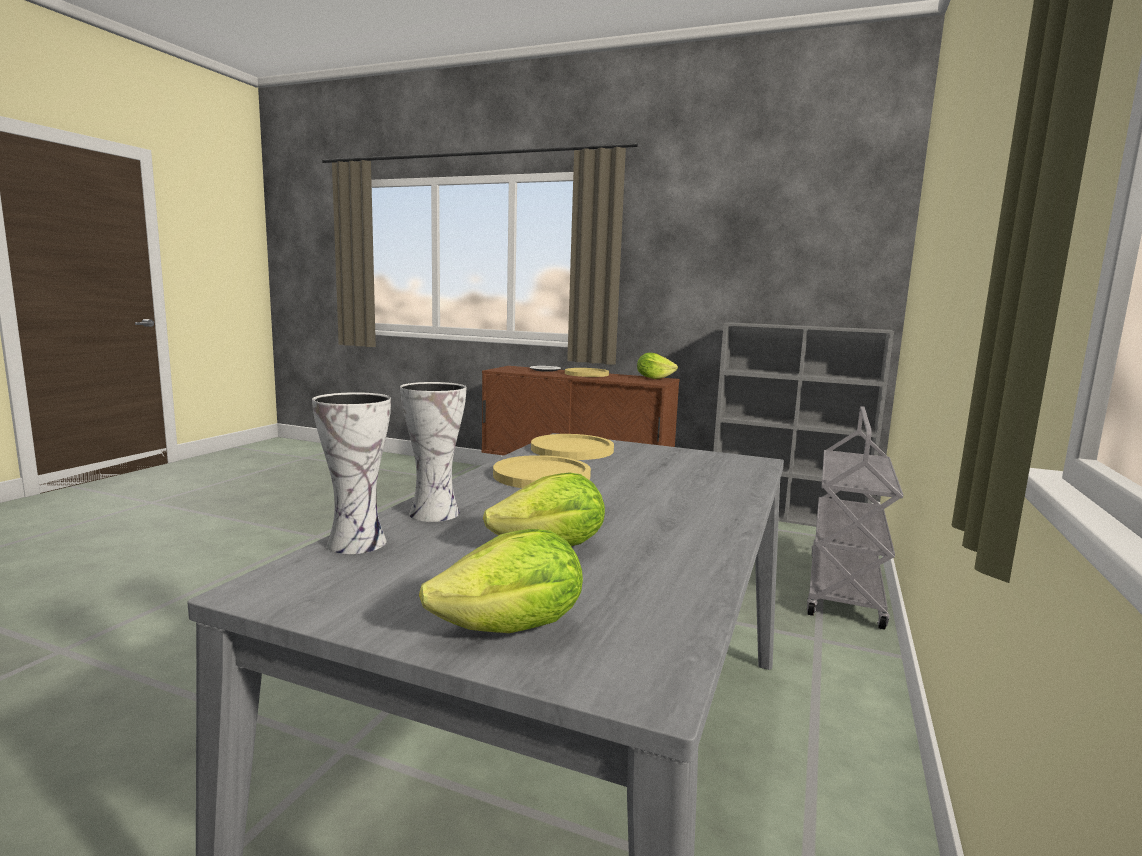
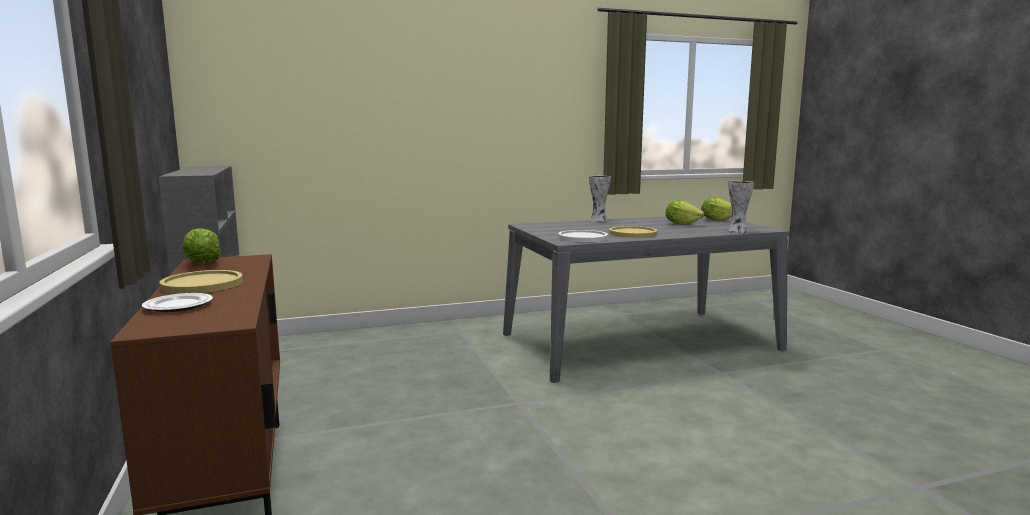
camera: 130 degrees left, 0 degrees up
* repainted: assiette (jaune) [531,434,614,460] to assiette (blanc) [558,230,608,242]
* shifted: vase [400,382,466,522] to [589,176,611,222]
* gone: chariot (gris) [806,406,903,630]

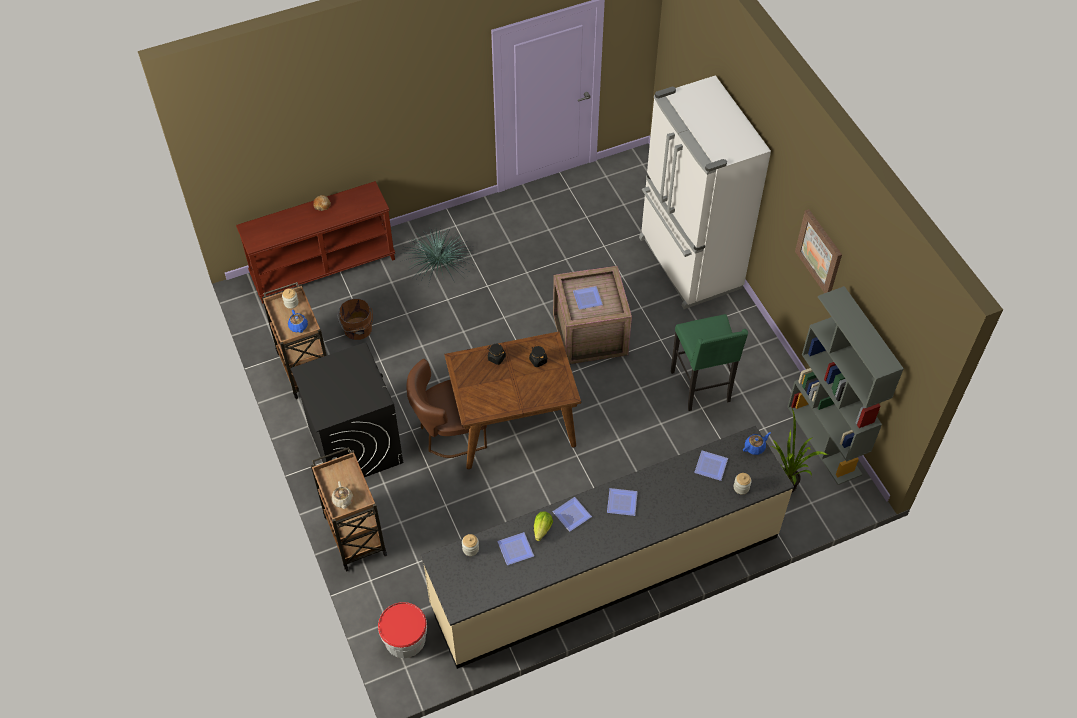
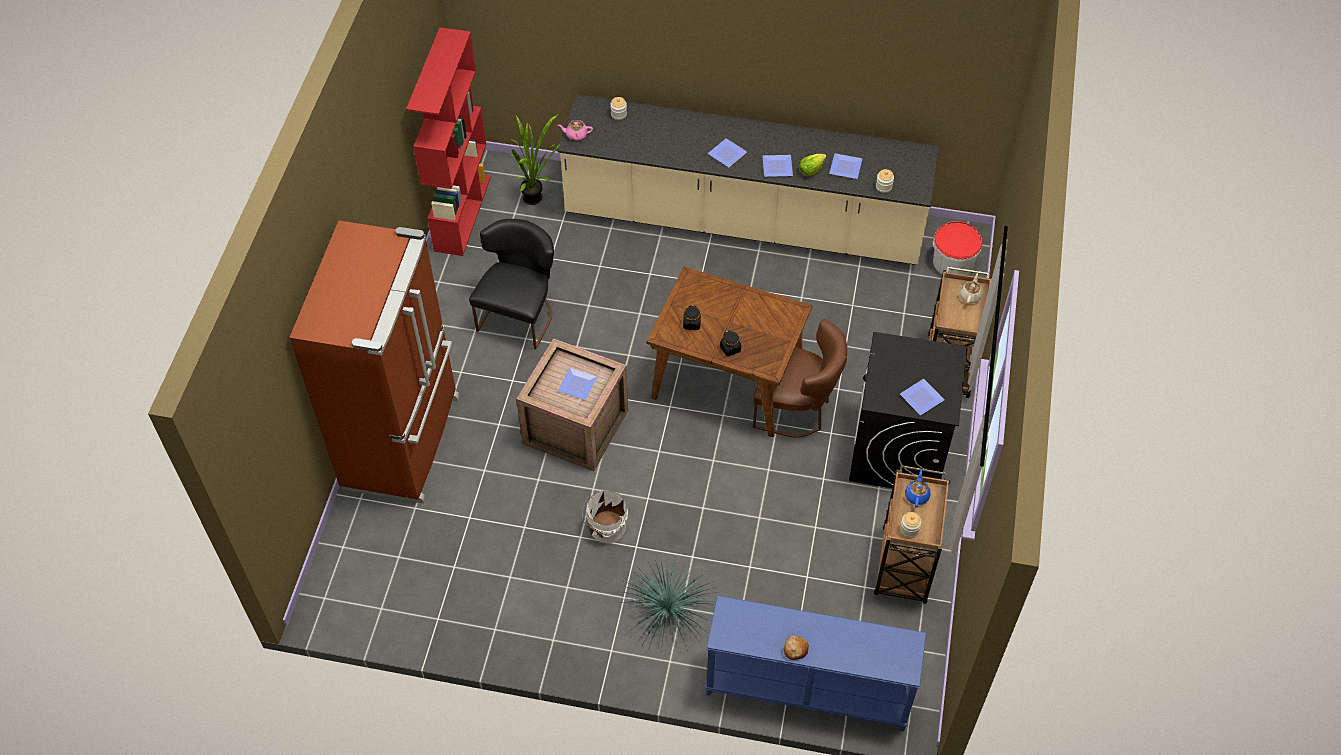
camera: 145 degrees left, 0 degrees up
* repainted: réfrigérateur (blanc) [639,75,771,309] to réfrigérateur (marron) [289,221,460,504]
* repainted: bibliothèque (gris) [787,286,904,485] to bibliothèque (rouge) [406,27,491,256]
* swapped: tabouret (vert) [671,314,748,411] to chaise (noir) [469,219,554,350]
* repainted: théière (bleu) [743,432,771,455] to théière (rose) [558,120,593,141]
* new: seau (blanc) [582,490,628,544]
* repainted: table console (marron) [236,181,395,304] to table console (bleu) [705,596,926,731]
* shifted: assiette [694,451,728,481] to [900,379,945,415]
* gone: seau (marron) [338,299,373,340]
* gone: tableau [795,209,842,293]

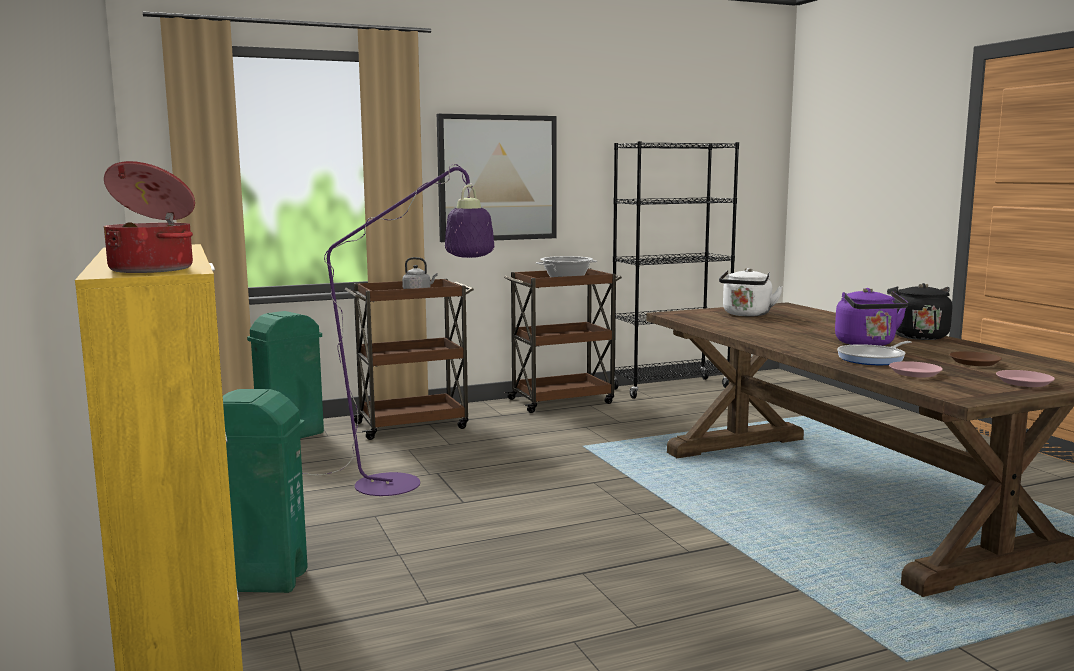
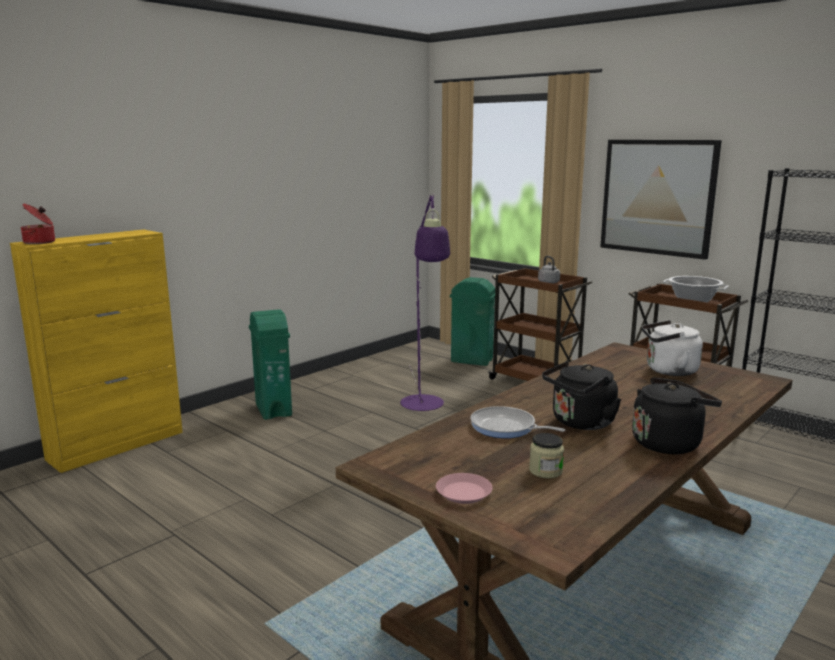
camera: 65 degrees right, 5 degrees up
* swapped: assiette (marron) [950,351,1002,366] to bocal [529,433,564,478]
* repainted: bouilloire (violet) [835,288,908,346] to bouilloire (noir) [542,361,621,430]
* gone: assiette (rose) [889,361,943,377]

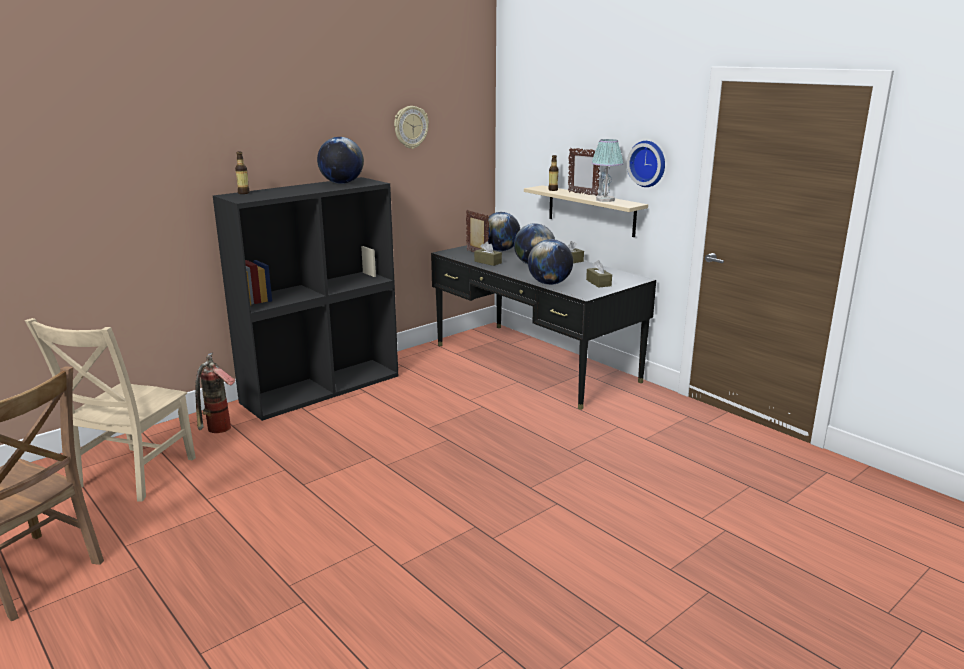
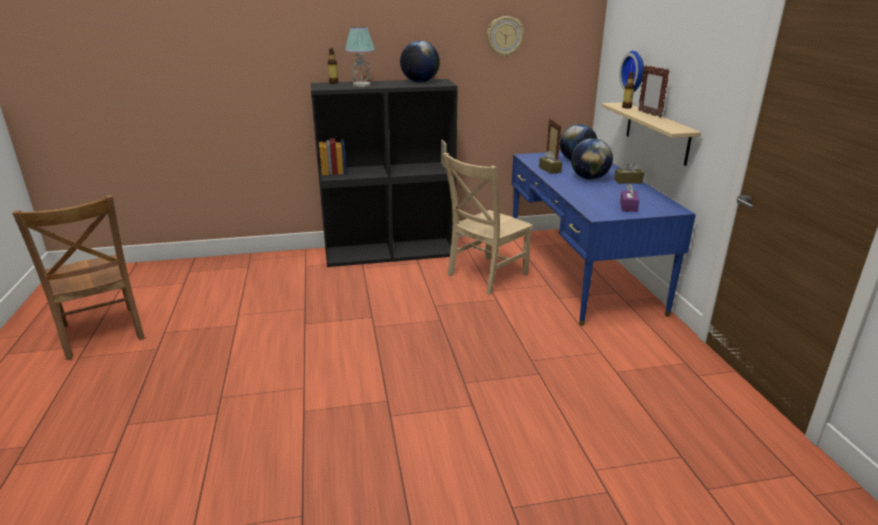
camera: 30 degrees right, 5 degrees up
* shifted: lampe de table [591,139,624,202] to [345,27,375,87]
* shifted: chaise (beige) [25,318,196,502] to [442,153,533,294]
* repainted: bureau (noir) [431,245,656,410] to bureau (bleu) [512,152,696,326]
* shifted: horloge murale [627,141,665,187] to [619,51,644,92]
* repainted: boîte à mouchoirs (marron) [586,260,612,288] to boîte à mouchoirs (violet) [620,183,639,212]
* gone: extincteur [195,352,236,433]
* gone: globe [528,239,573,285]

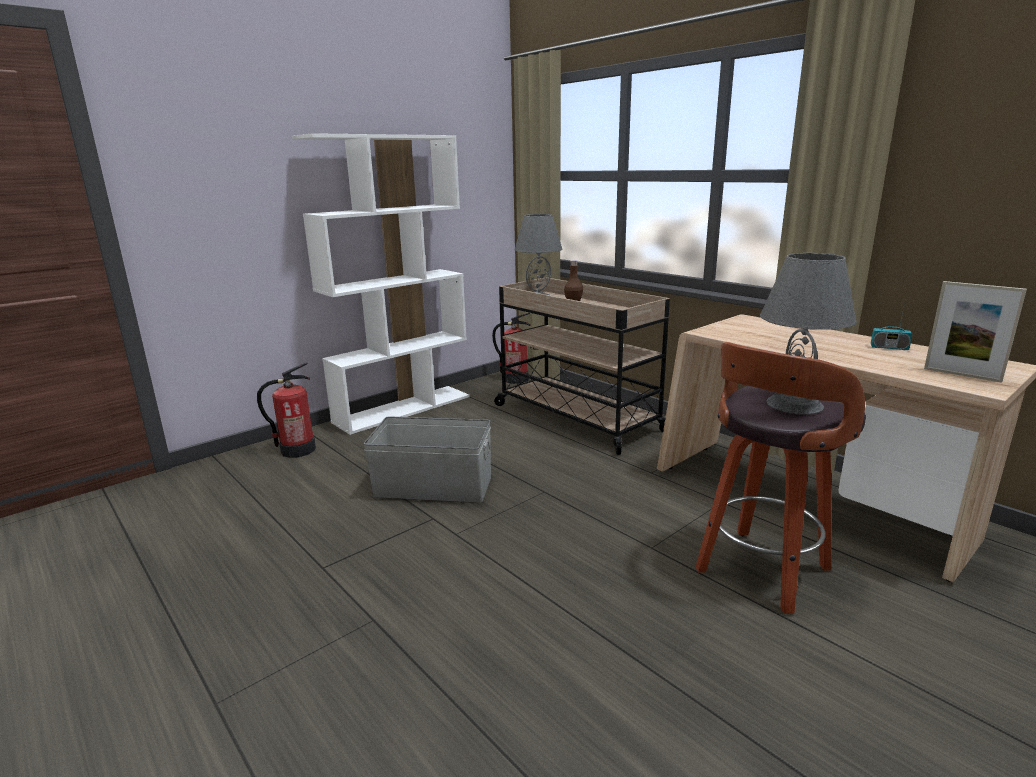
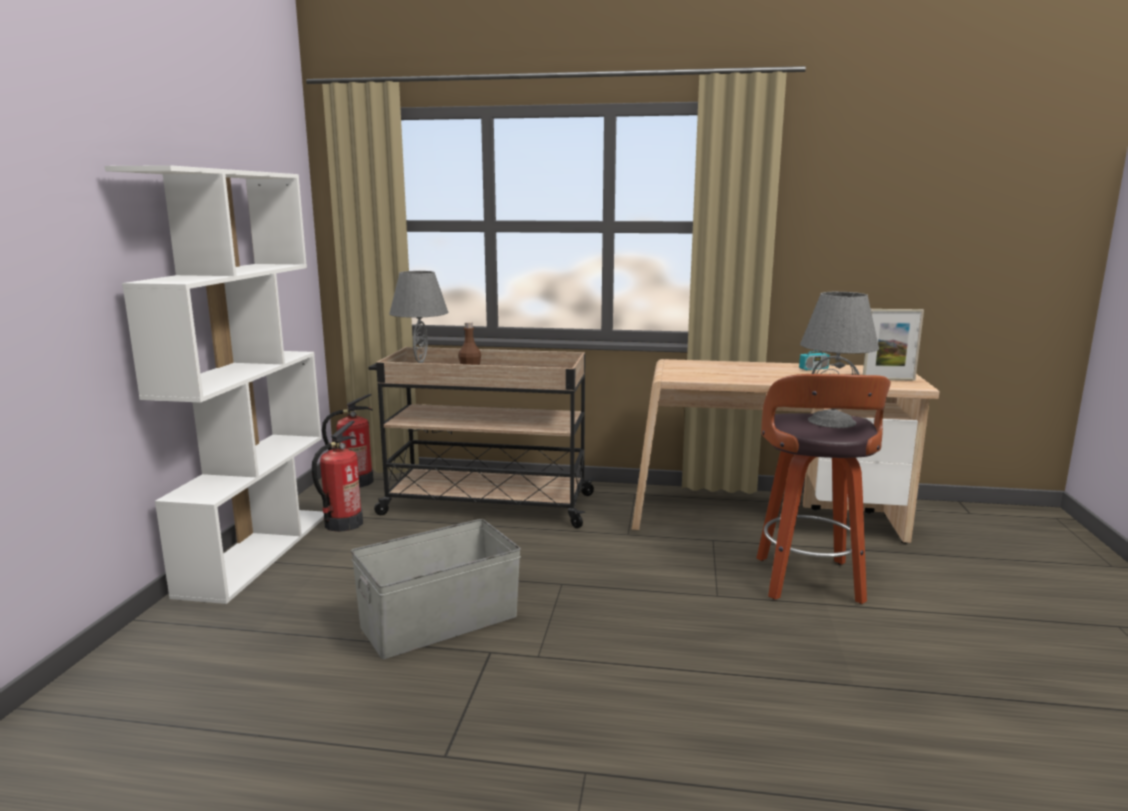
camera: 40 degrees left, 5 degrees down
* shifted: extincteur [257,363,316,458] to [312,420,363,532]

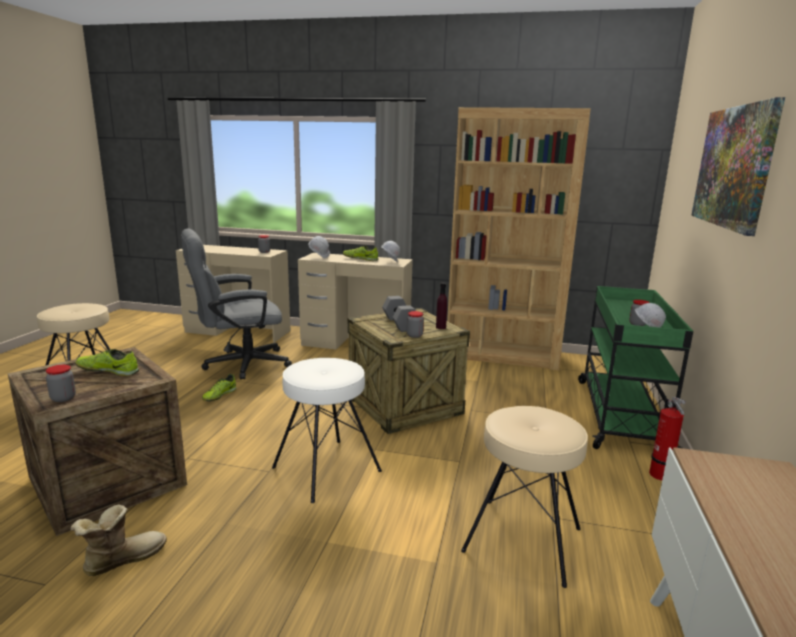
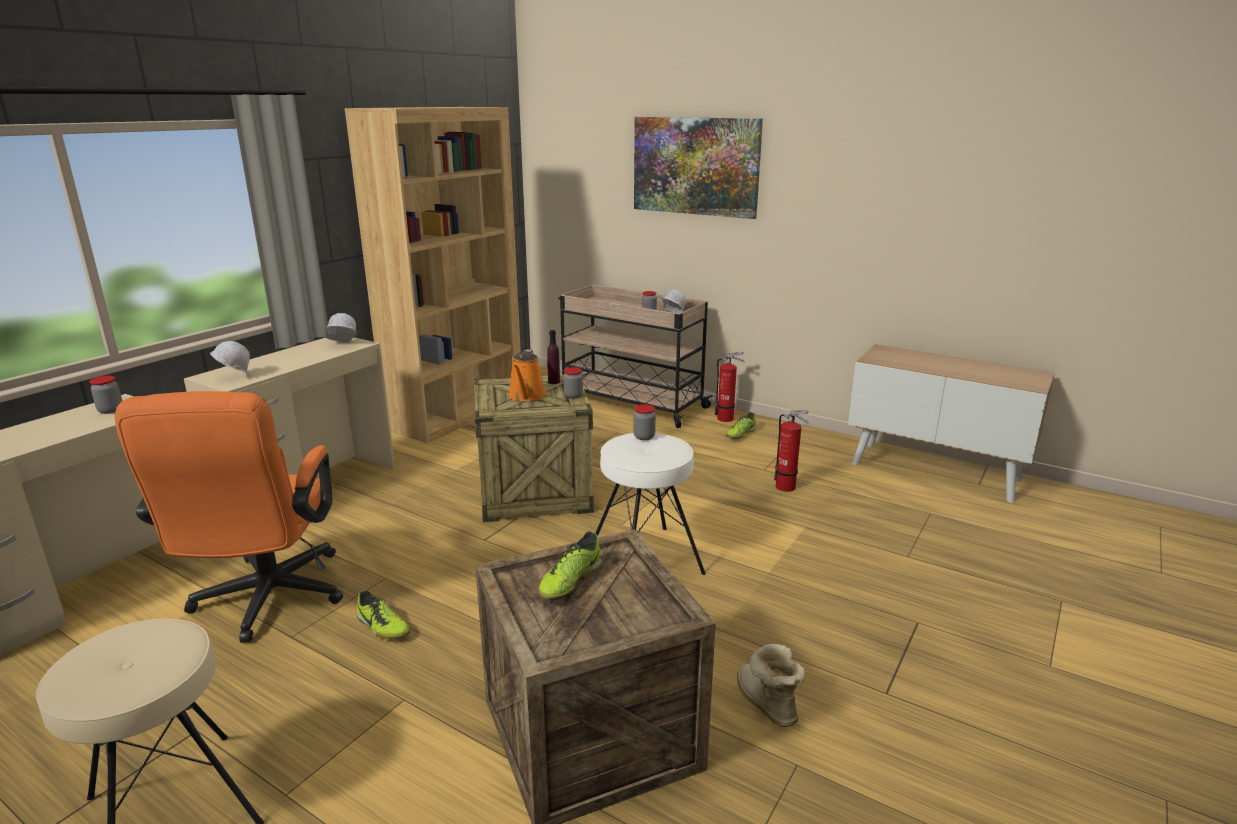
camera: 70 degrees left, 5 degrees up
* repainted: chaise de bureau (gris) [181,228,292,379] to chaise de bureau (orange) [115,391,343,643]
* swapped: haltère (gris) [382,296,416,332] to arrosoir (orange) [508,349,547,401]
* repainted: chariot (vert) [578,286,693,449] to chariot (beige) [559,284,713,428]
* shifted: bocal [46,365,76,402] to [633,404,656,440]
* shifted: chaussure [343,246,378,261] to [726,412,756,439]
* swapped: tabouret (beige) [461,406,588,588] to extincteur [774,410,809,492]

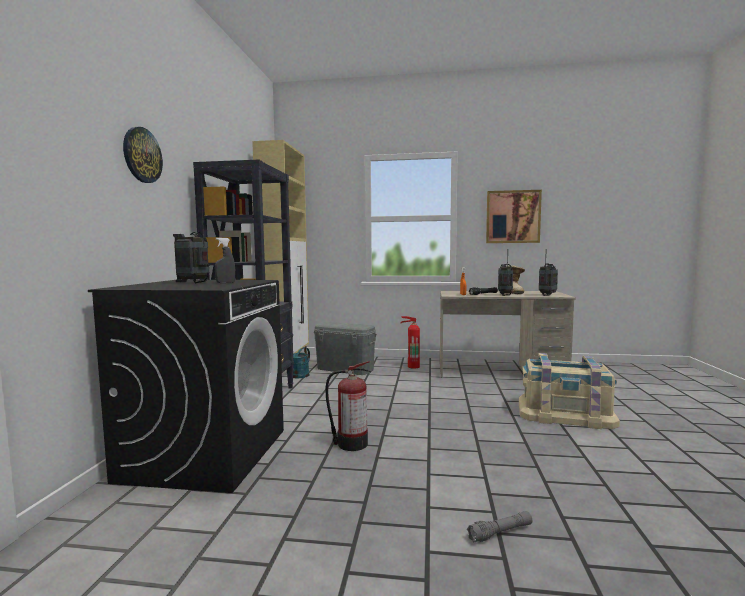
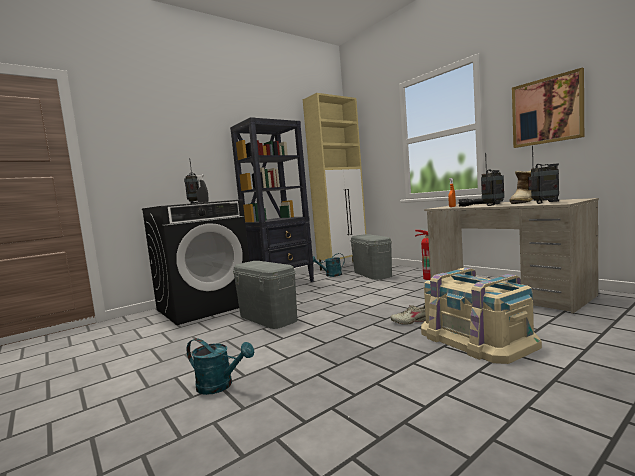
camera: 45 degrees right, 0 degrees up
* swapped: lampe de poche (gris) [467,511,532,543] to arrosoir (turquoise) [187,338,254,395]
* swapped: extincteur [326,361,371,451] to boîte de rangement (gris) [233,261,297,329]
* new: chaussure (beige) [390,304,426,325]
* gone: horloge murale [123,127,163,183]

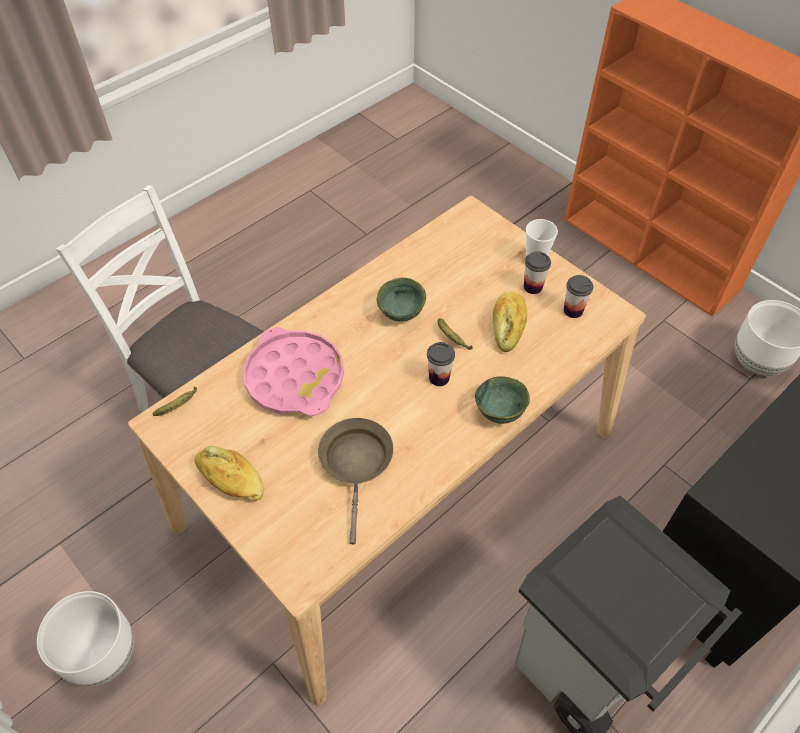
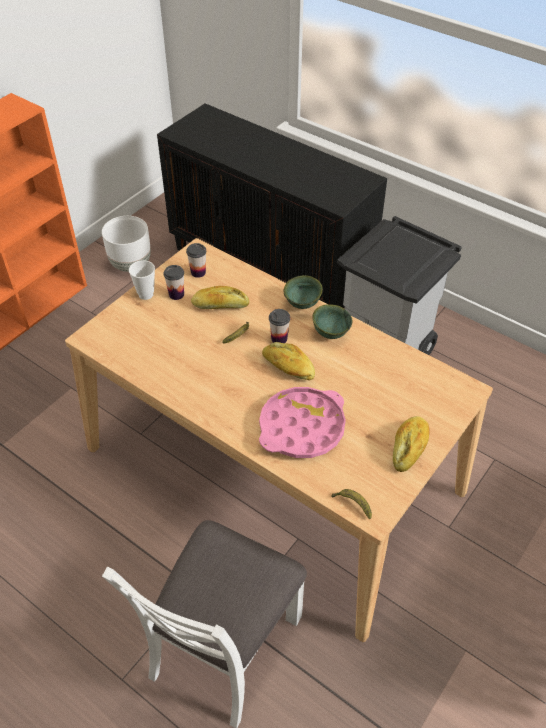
camera: 100 degrees left, 5 degrees down
* new: pain [262,342,315,380]
* shifted: bol (vert) [377,278,426,322] to [312,304,352,339]
* gone: cache-pot (blanc) [37,591,134,687]
* gone: poêle (marron) [318,418,393,544]

